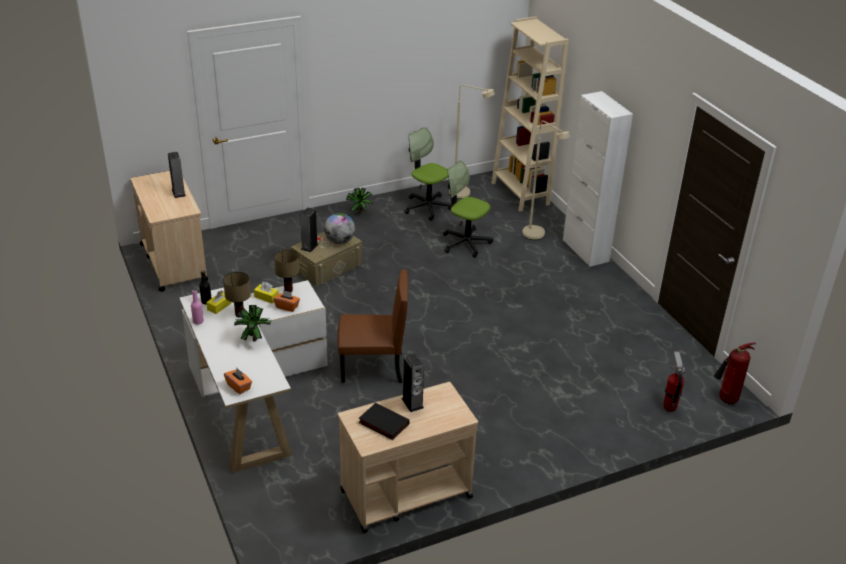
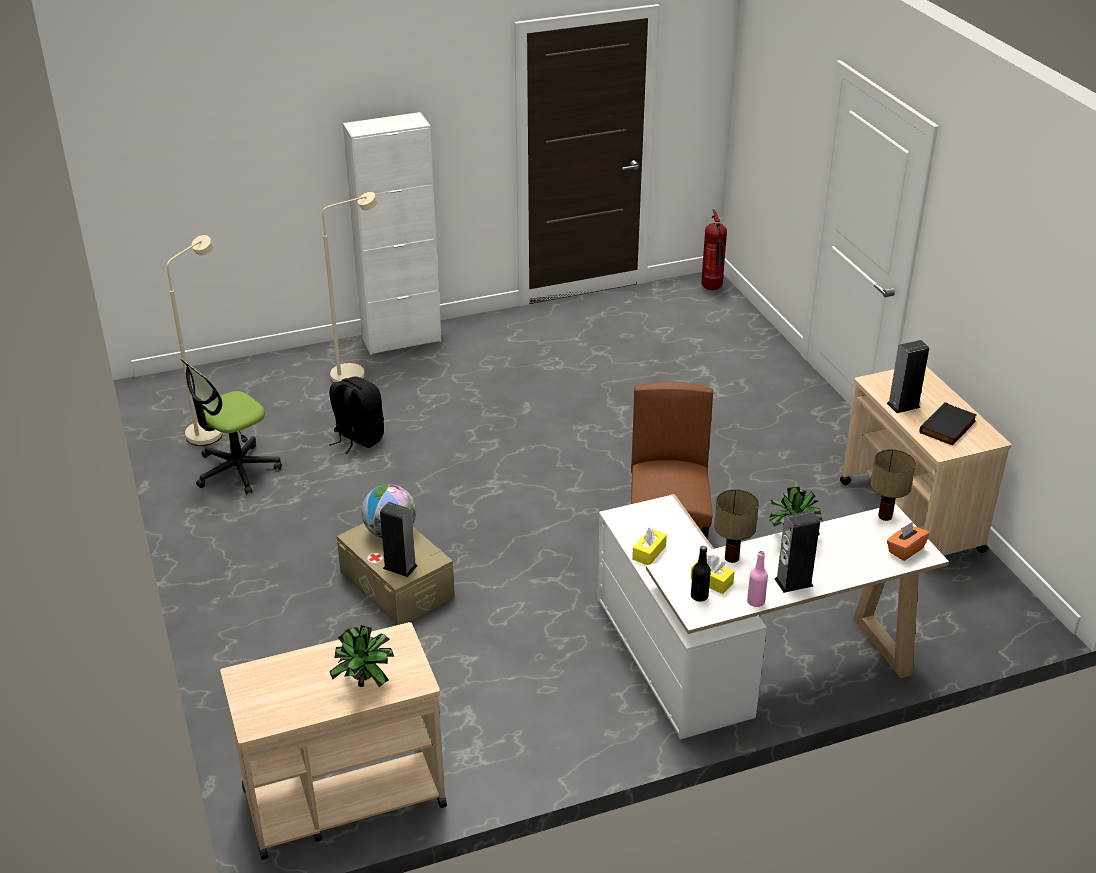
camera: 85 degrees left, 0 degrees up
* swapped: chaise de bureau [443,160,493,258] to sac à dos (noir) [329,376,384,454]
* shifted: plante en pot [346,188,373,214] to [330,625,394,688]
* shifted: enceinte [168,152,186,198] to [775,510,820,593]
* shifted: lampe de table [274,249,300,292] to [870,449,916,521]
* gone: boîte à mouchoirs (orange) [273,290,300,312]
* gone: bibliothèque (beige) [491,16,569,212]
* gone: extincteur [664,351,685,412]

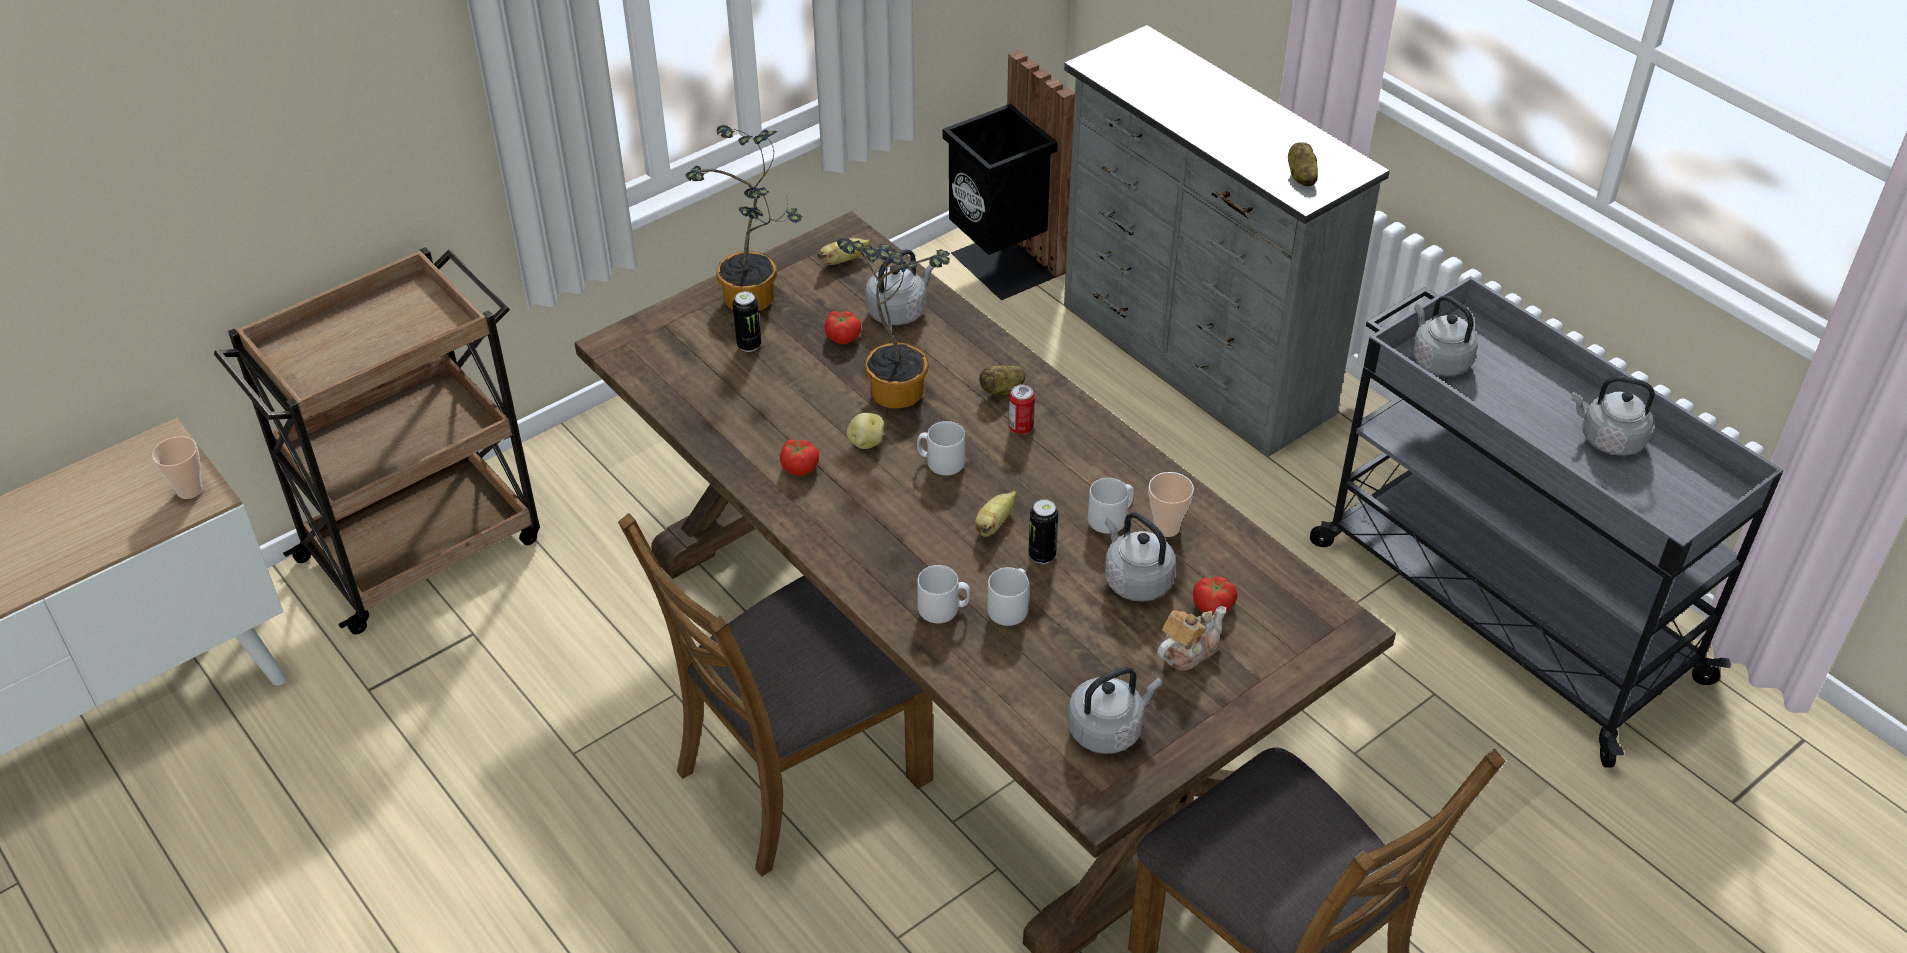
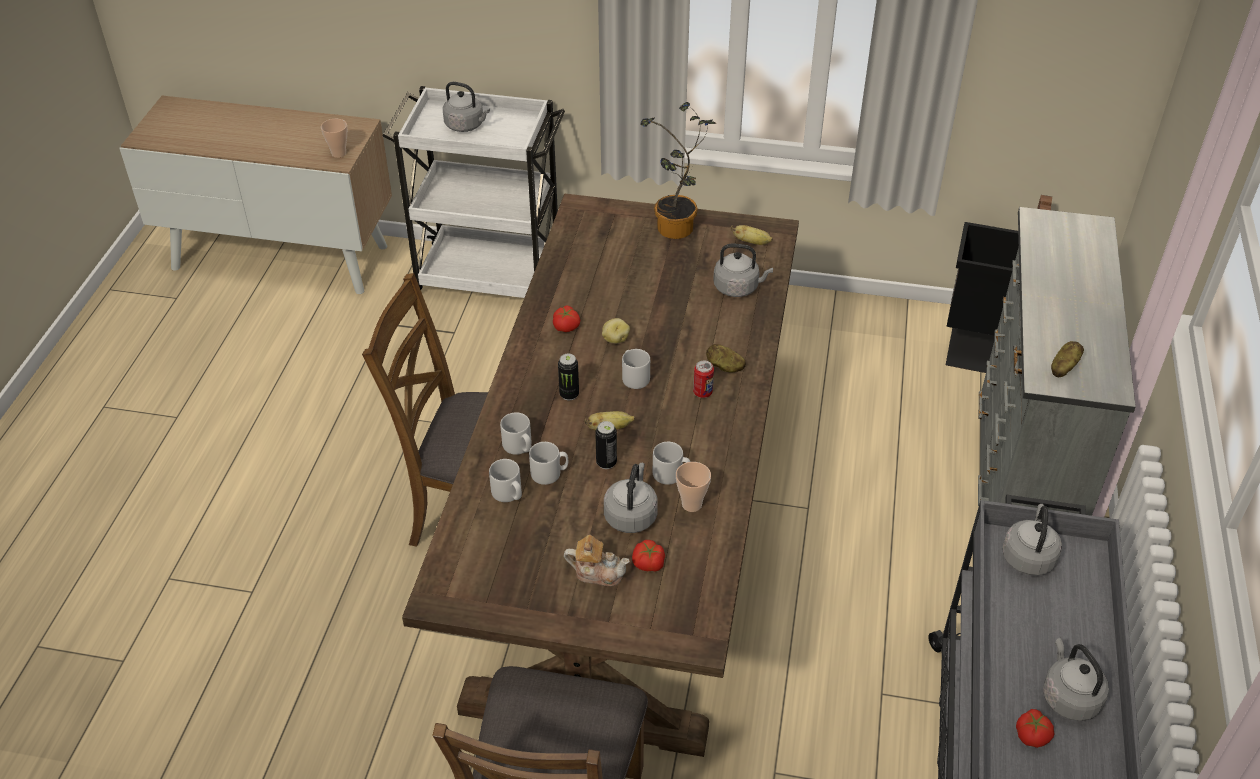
camera: 50 degrees right, 0 degrees up
* repainted: chariot (marron) [214,247,540,634] to chariot (blanc) [382,86,565,298]
* shifted: bouilloire (gris) [1067,667,1162,754] to [443,82,490,132]
* new: mug (gris) [489,459,522,502]
* shifted: boîte métallique [733,291,761,352] to [558,354,579,400]
* shifted: tomate [824,311,861,344] to [1016,709,1055,748]
* gone: plante en pot [837,238,950,409]

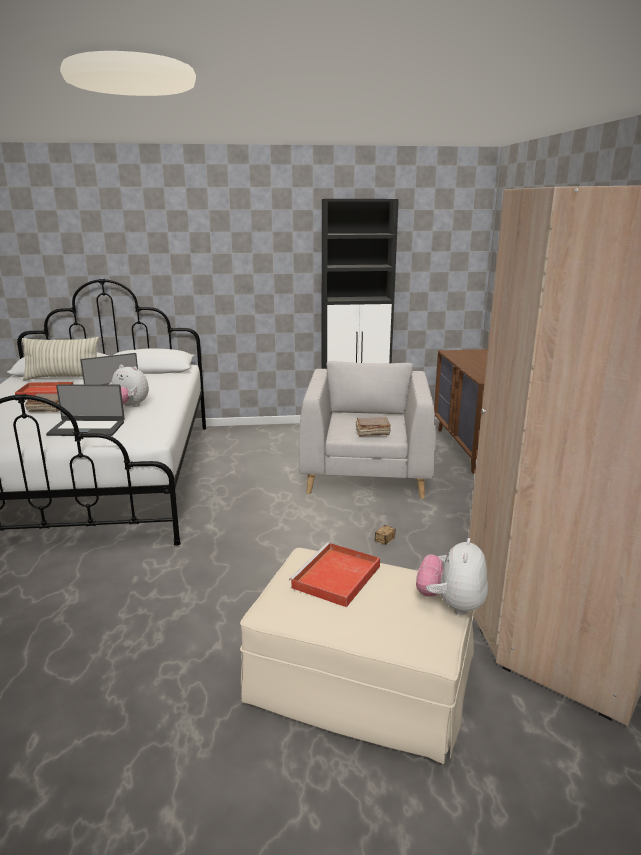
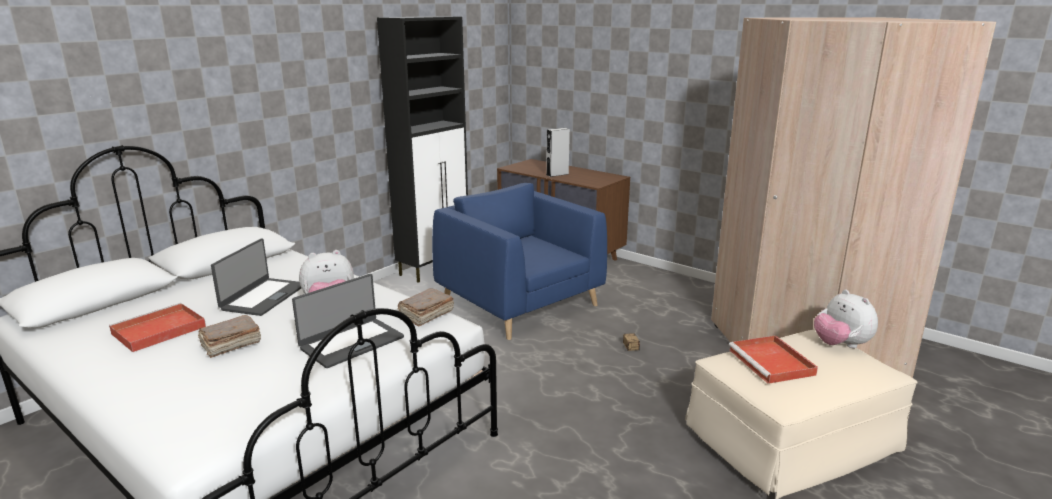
camera: 45 degrees left, 0 degrees up
* shifted: livre (marron) [356,417,391,437] to [398,288,454,327]
* repainted: fauteuil (gris) [299,361,436,499] to fauteuil (bleu) [432,183,607,340]
* new: enceinte (gris) [546,128,570,177]
* gone: coussin [22,337,99,380]

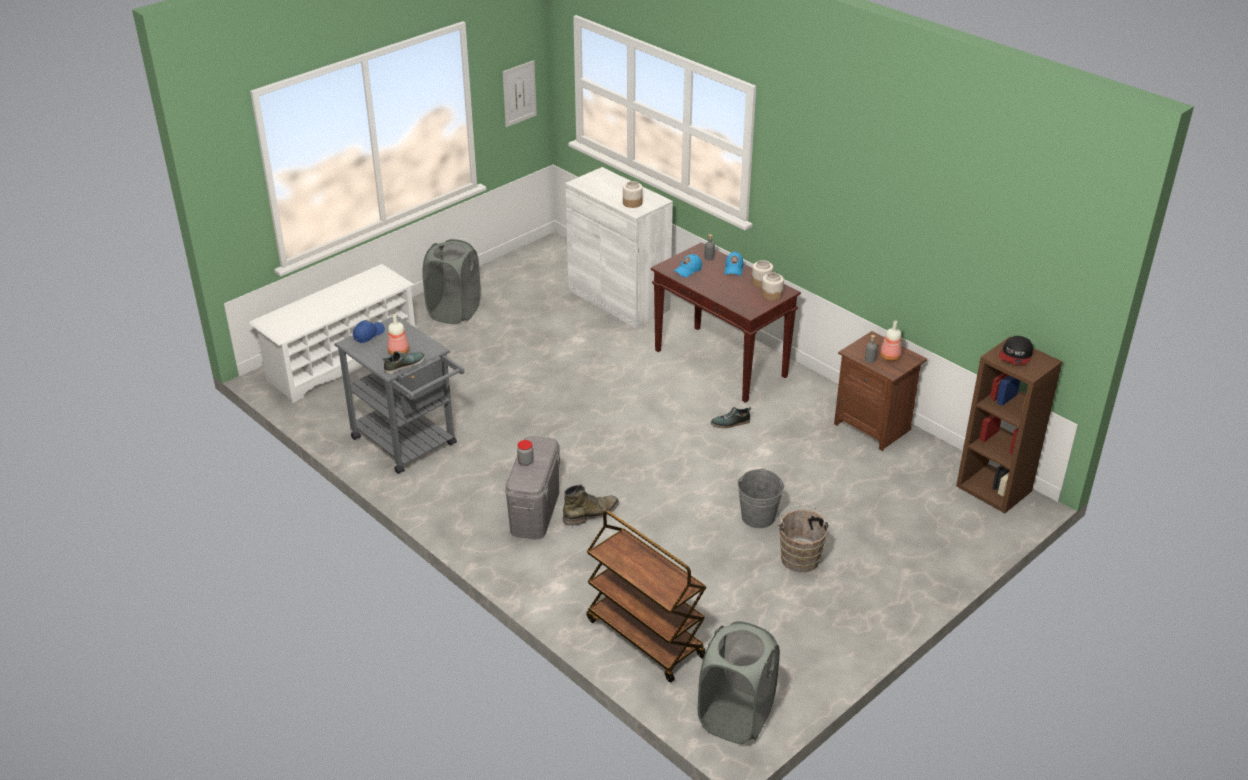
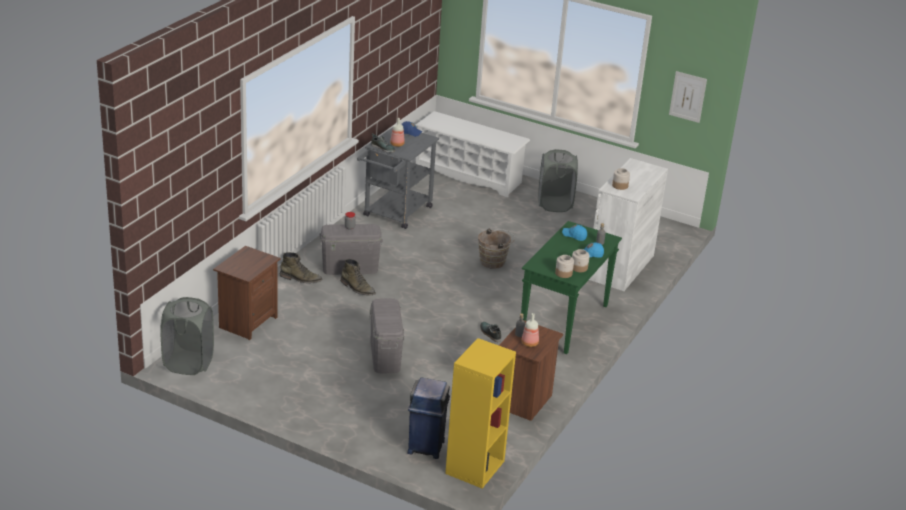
camera: 70 degrees right, 5 degrees down
* swapped: chariot (marron) [586,510,707,682] to table de chevet (marron) [213,246,281,340]
* new: botte (vert) [280,252,323,284]
* swapped: seau (gris) [737,469,785,528] to boîte de rangement (gris) [370,298,404,373]
* new: poubelle (bleu) [407,378,450,459]
* repainted: bibliothèque (marron) [956,337,1062,513] to bibliothèque (jaune) [445,338,516,488]
* shifted: seau (marron) [777,505,831,572] to [478,229,515,269]
* repainted: table console (marron) [651,243,801,403] to table console (vert) [521,221,622,354]
* gone: casquette [999,336,1033,365]

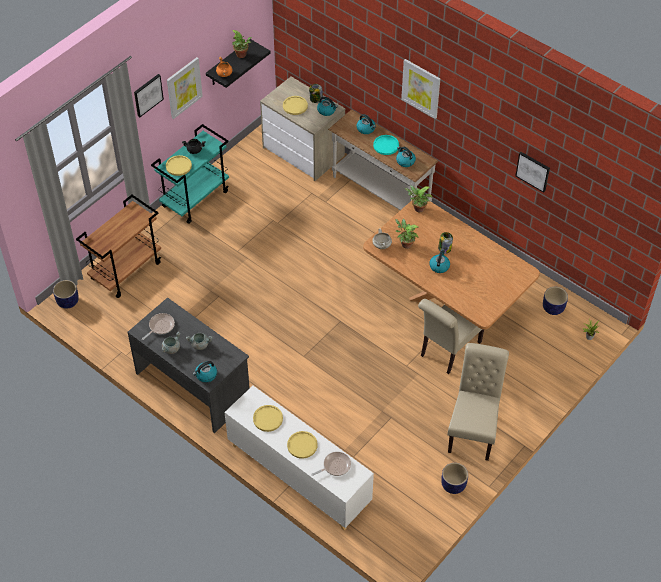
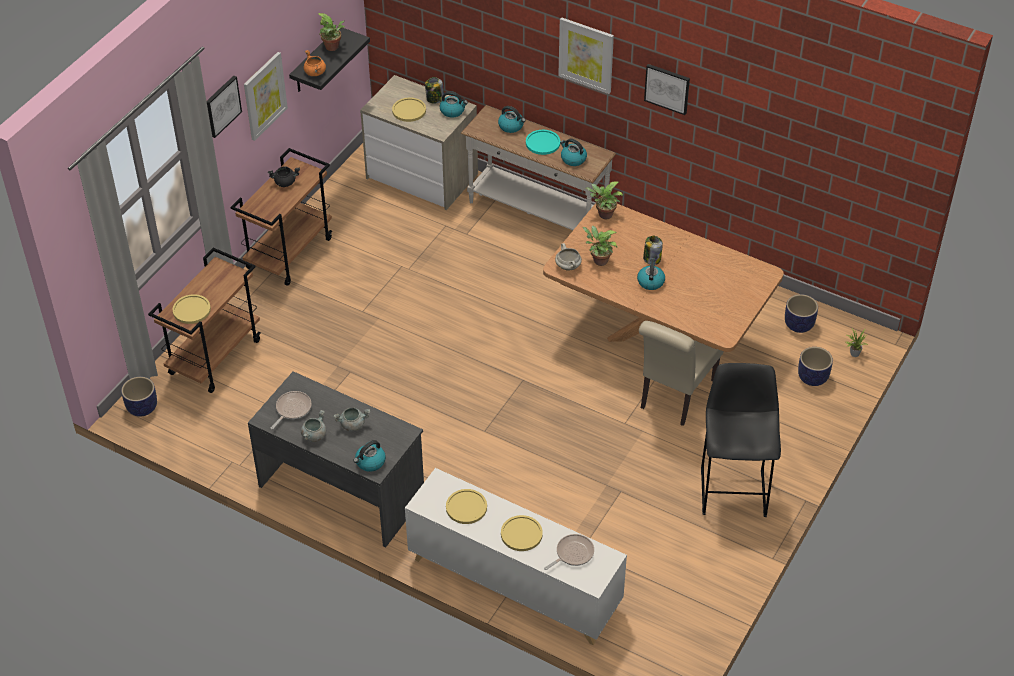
camera: 10 degrees left, 5 degrees down
* shifted: assiette (jaune) [166,155,192,176] to [172,294,211,324]
* repainted: chariot (turquoise) [151,124,229,224] to chariot (marron) [230,148,332,286]
* shifted: tableau [515,152,550,193] to [644,64,690,115]
* swapped: chaise (beige) [447,343,509,461] to tabouret (noir) [701,363,781,517]
* shifted: cache-pot [441,463,468,494] to [798,347,833,386]

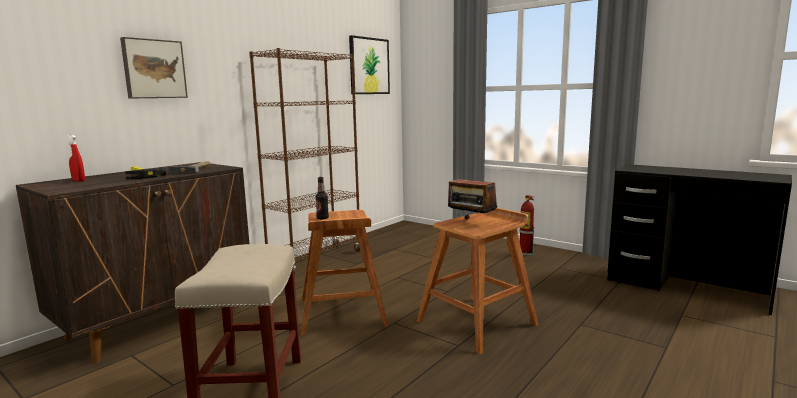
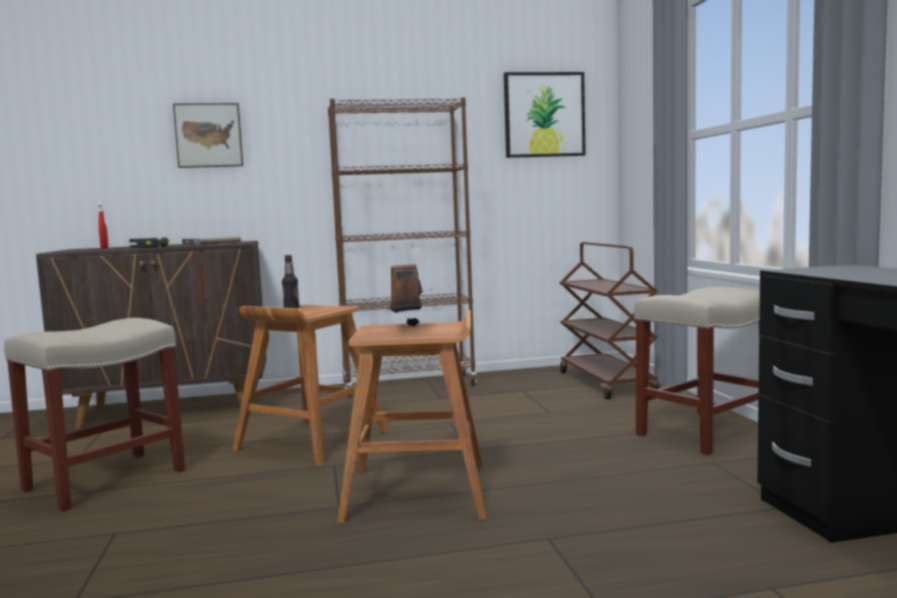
camera: 40 degrees right, 5 degrees down
* new: chariot (marron) [560,242,660,399]
* swapped: extincteur [520,195,534,256] to tabouret (beige) [634,287,760,455]

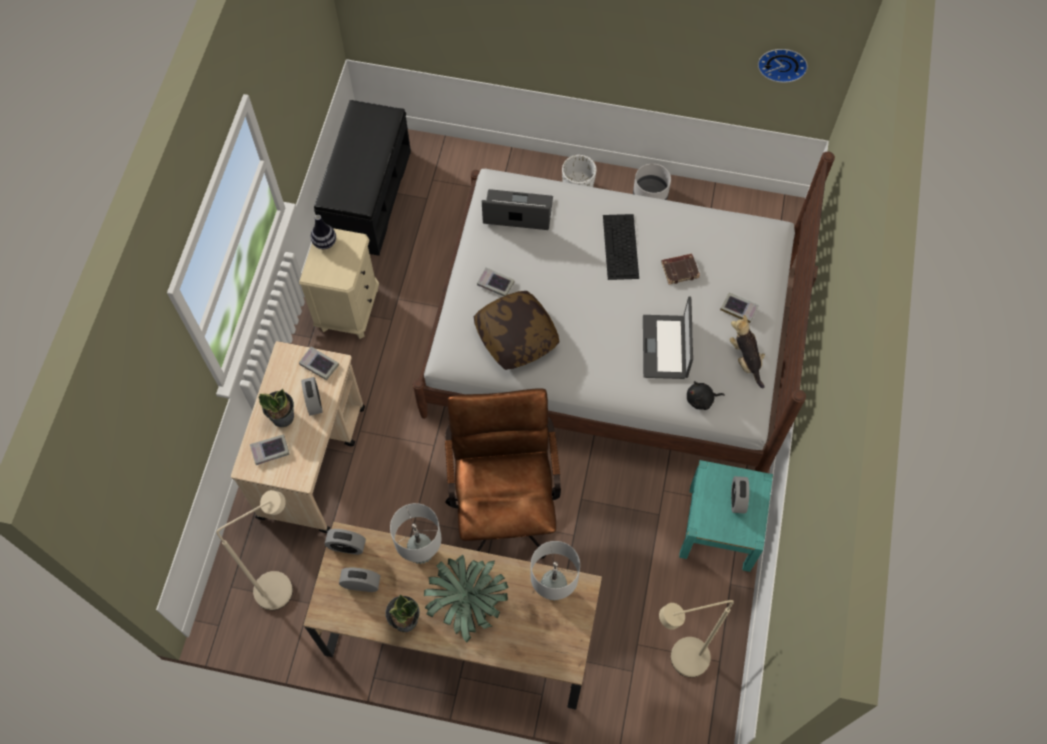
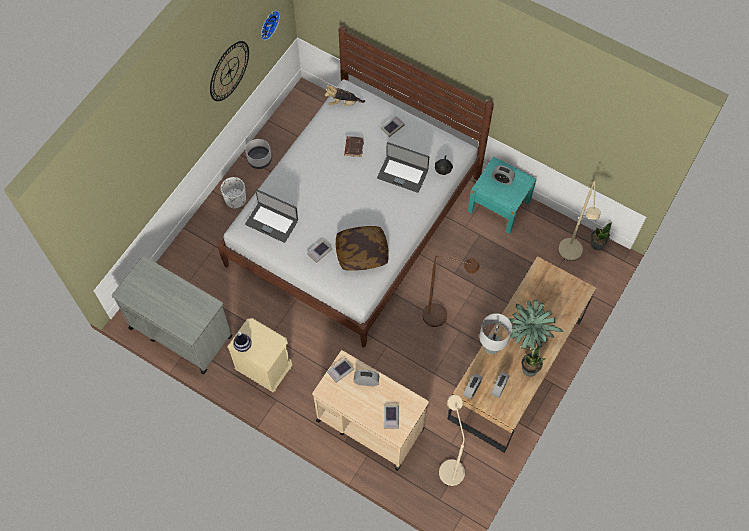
camera: 70 degrees left, 0 degrees up
* swapped: banc (noir) [314,100,411,256] to chariot (gris) [112,256,233,375]
* new: horloge murale [210,41,249,101]
* rotated: ordinateur portable [482,189,553,230] = [245,189,298,243] 90 degrees counterclockwise
* shifted: peluche [730,315,765,388] to [325,85,365,106]
* swapped: chaise de bureau (marron) [445,388,561,558] to lampadaire (marron) [423,256,480,327]
* shifted: plante en pot [258,389,294,427] to [591,222,612,250]
* gone: lampe de table (gris) [530,541,580,601]
* gone: clavier [603,214,639,280]

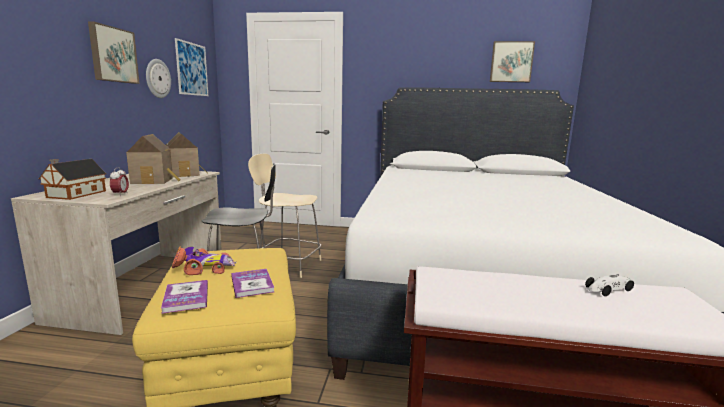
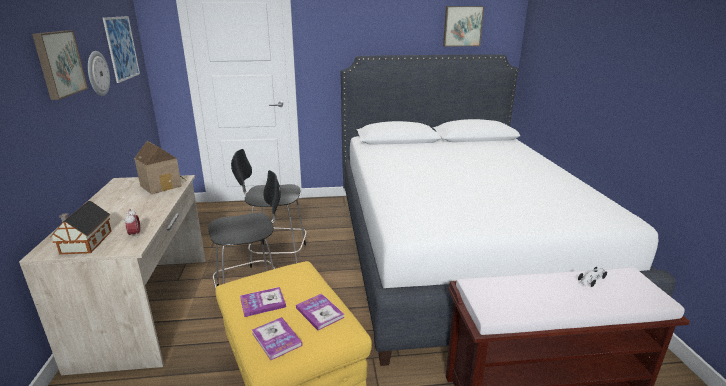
camera: 15 degrees left, 10 degrees up
* repainted: chaise (beige) [248,154,321,278] to chaise (noir) [231,149,307,268]
* swapped: petite voiture [172,247,236,275] to livre [240,287,286,317]
* gone: maison miniature [126,134,180,184]

